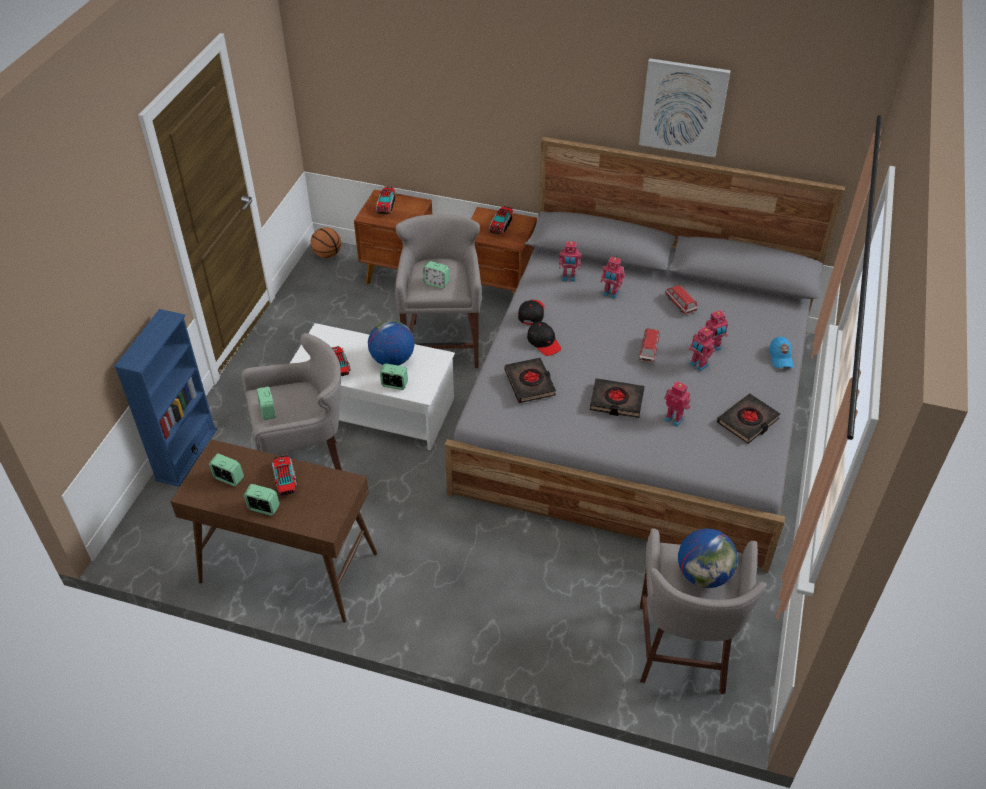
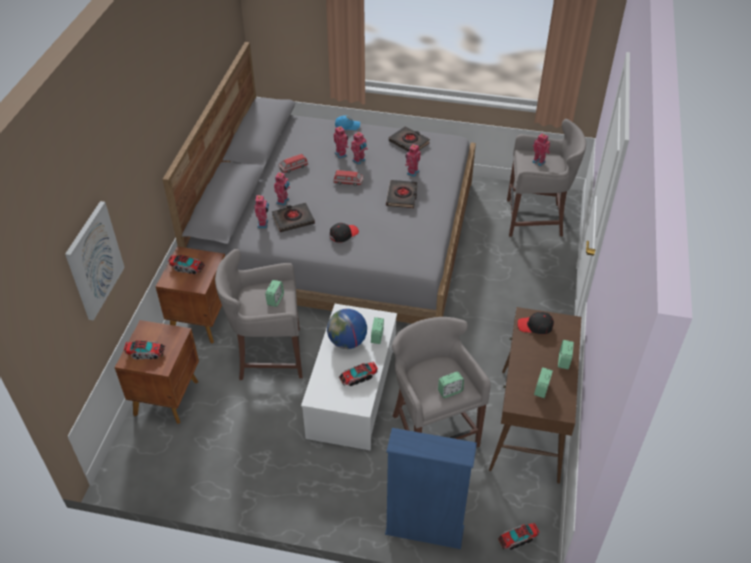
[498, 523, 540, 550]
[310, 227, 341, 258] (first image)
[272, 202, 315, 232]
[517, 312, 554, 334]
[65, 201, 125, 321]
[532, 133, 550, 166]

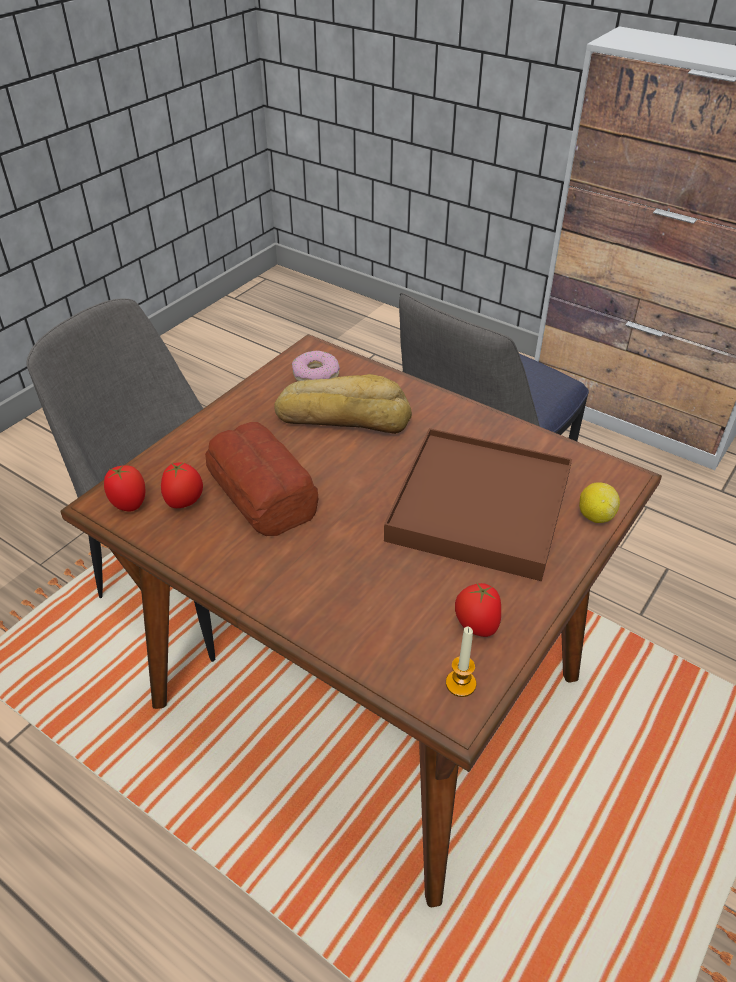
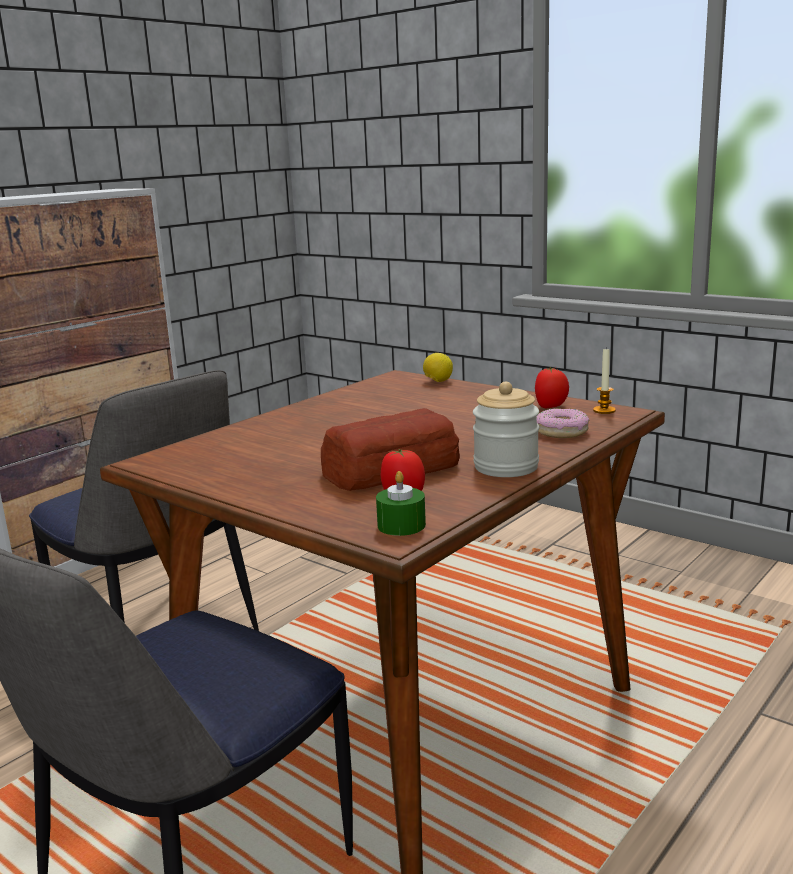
[376, 471, 426, 536]
[274, 374, 412, 434] (first image)
[536, 408, 589, 438]
[384, 428, 572, 581] (first image)
[473, 382, 539, 477]

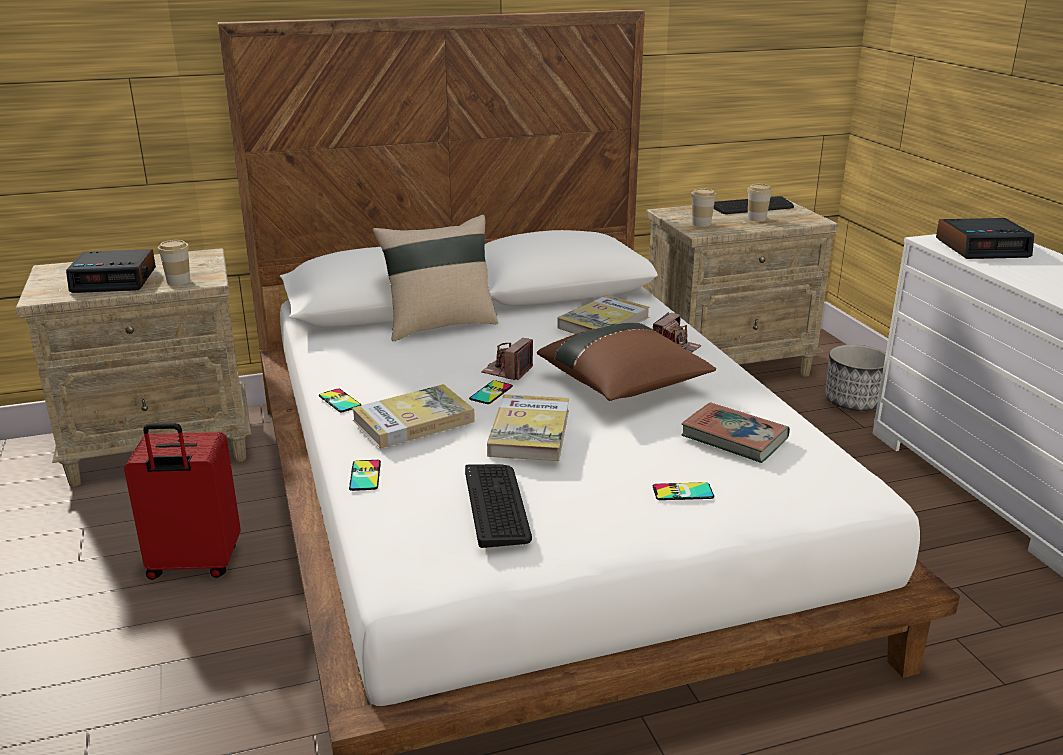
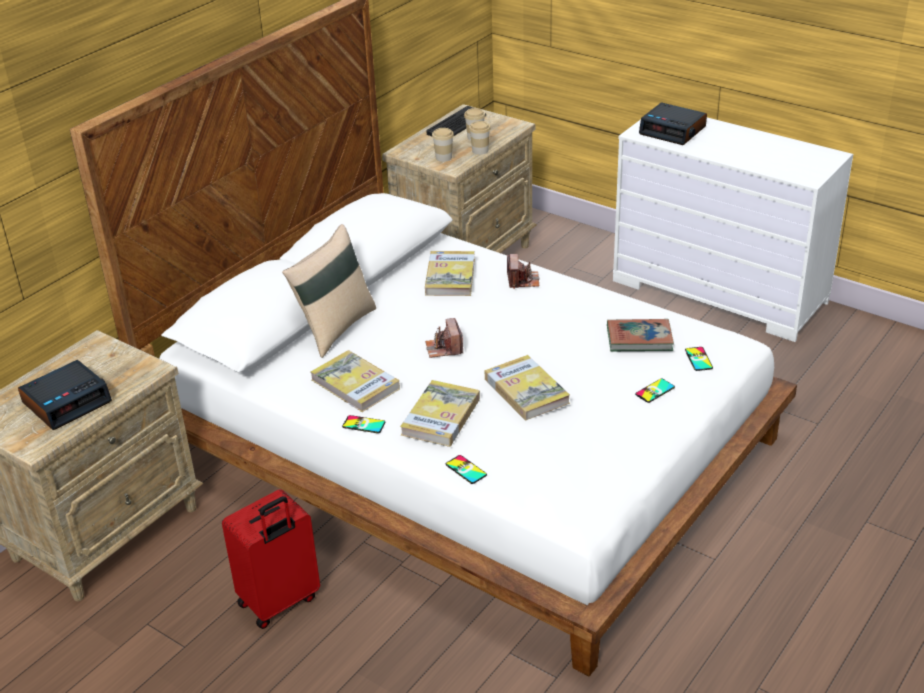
[469, 121, 491, 155]
[465, 464, 532, 548] (first image)
[685, 347, 713, 371]
[537, 322, 716, 401] (first image)
[825, 345, 886, 411] (first image)
[639, 103, 707, 145]
[311, 350, 400, 412]

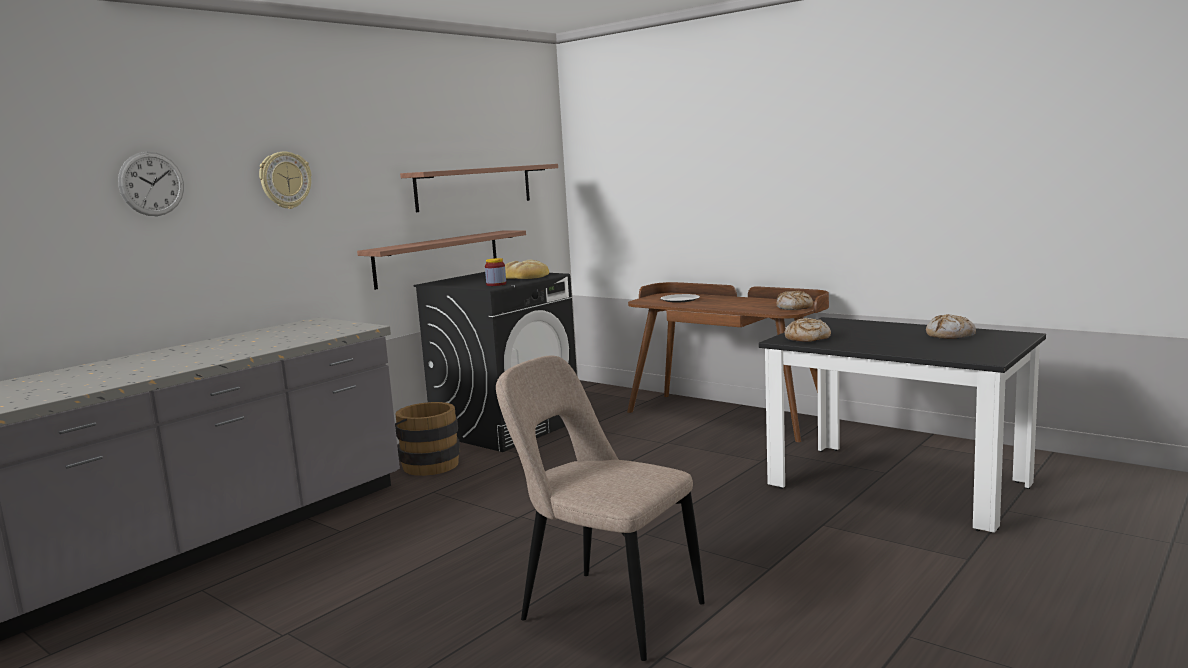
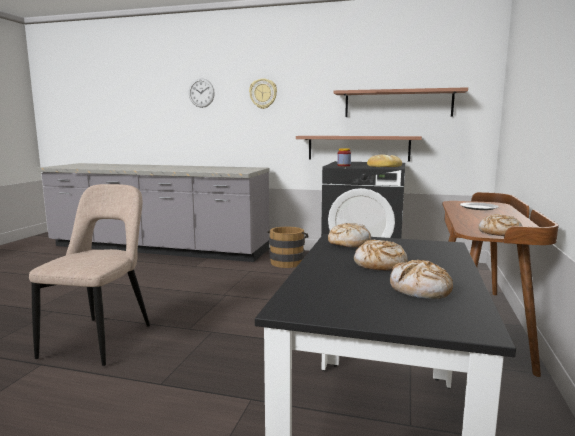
[354, 240, 408, 271]

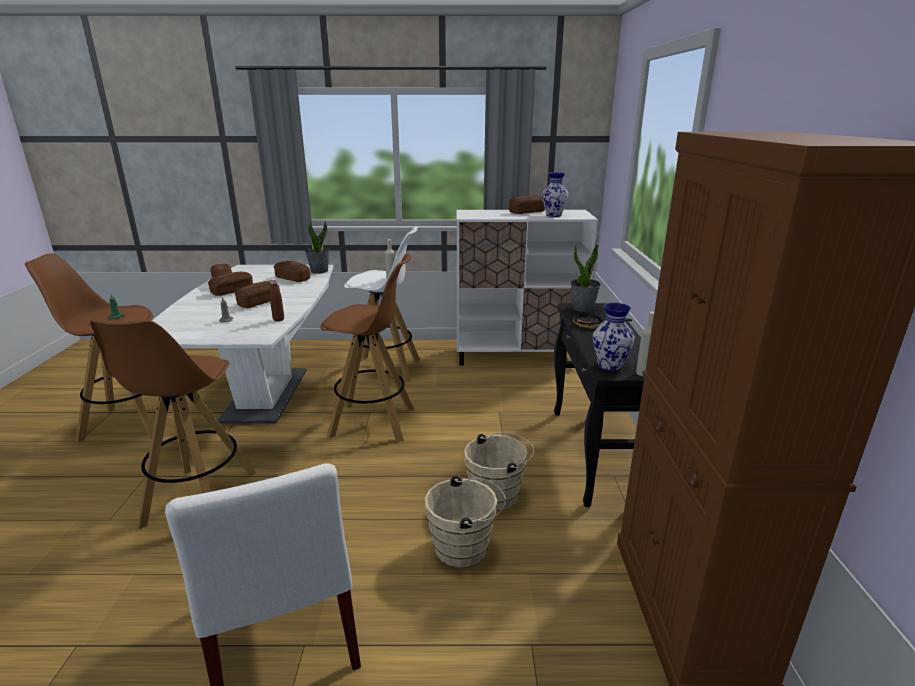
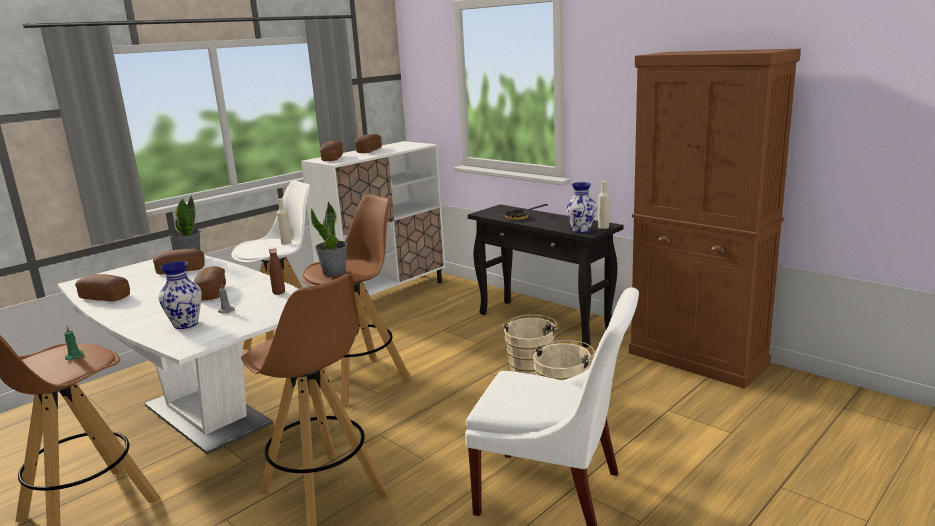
[320, 141, 343, 161]
[158, 261, 202, 329]
[311, 201, 347, 277]

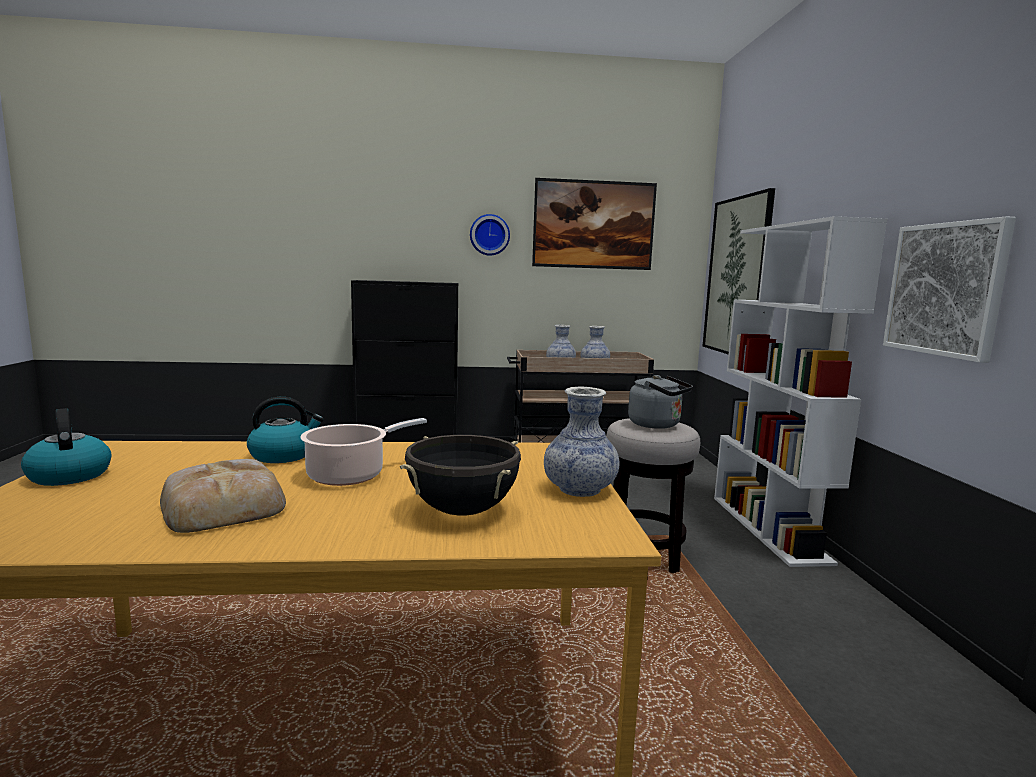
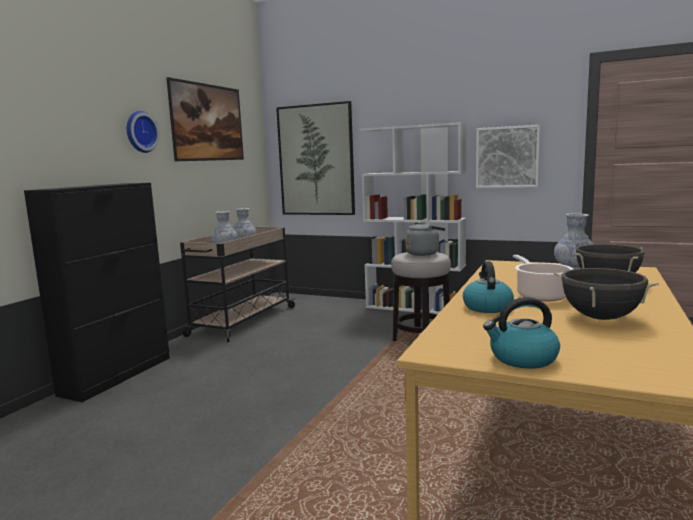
[554, 268, 659, 320]

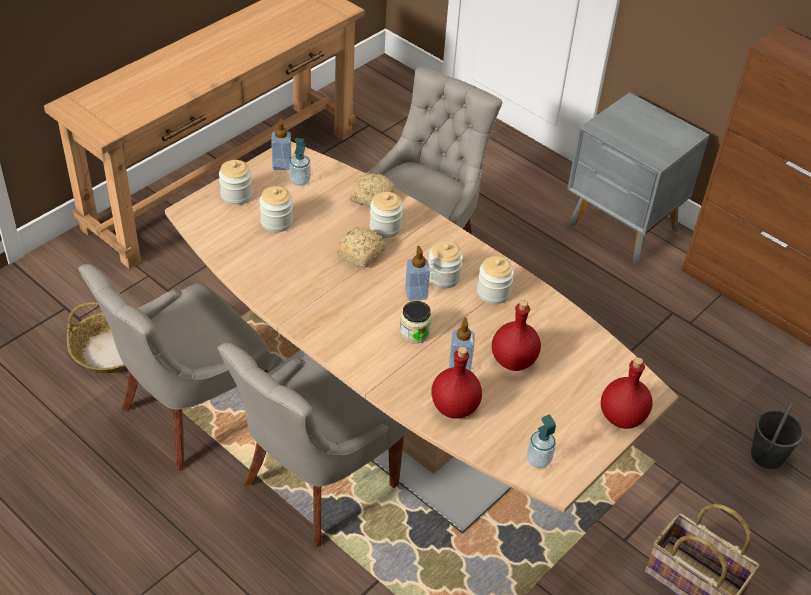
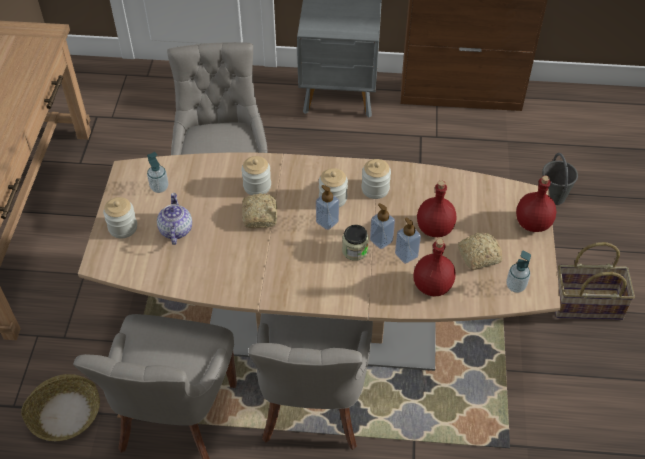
[157, 193, 192, 245]
[370, 203, 395, 249]
[458, 233, 502, 270]

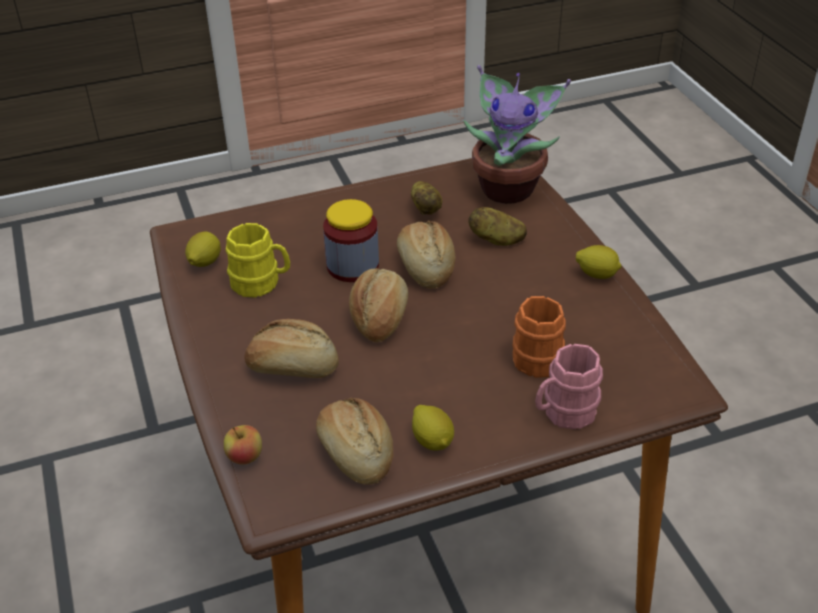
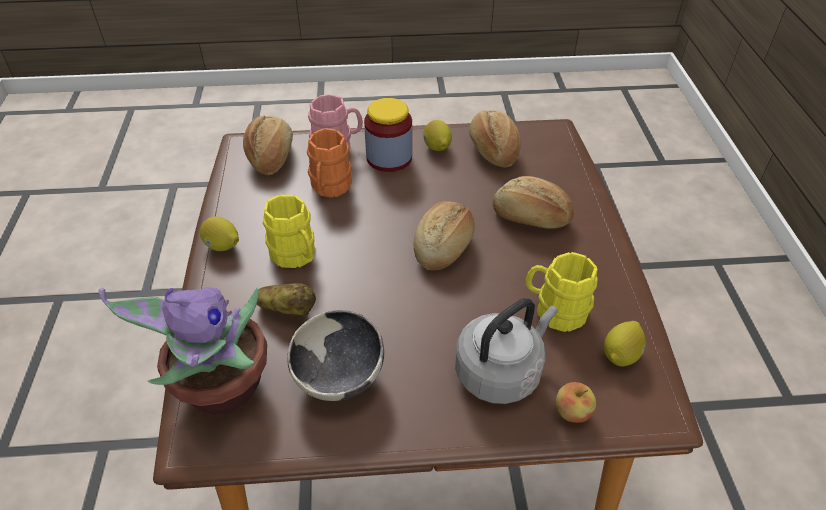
[556, 382, 596, 423]
[364, 98, 412, 172]
[243, 116, 293, 175]
[287, 310, 384, 401]
[263, 195, 315, 268]
[455, 298, 558, 404]

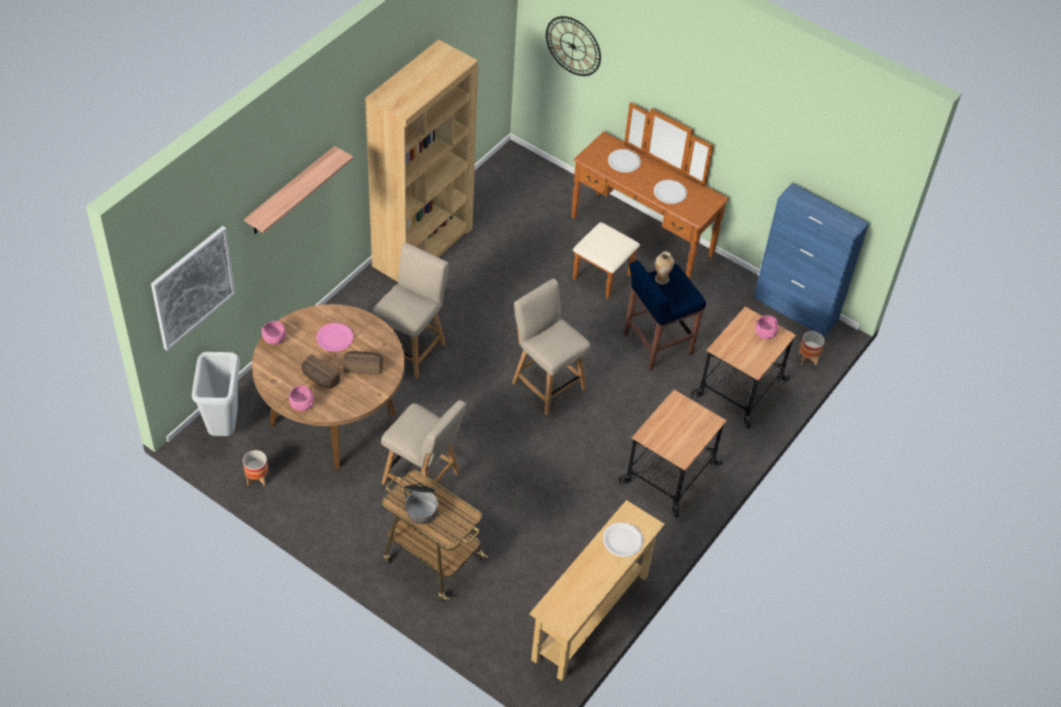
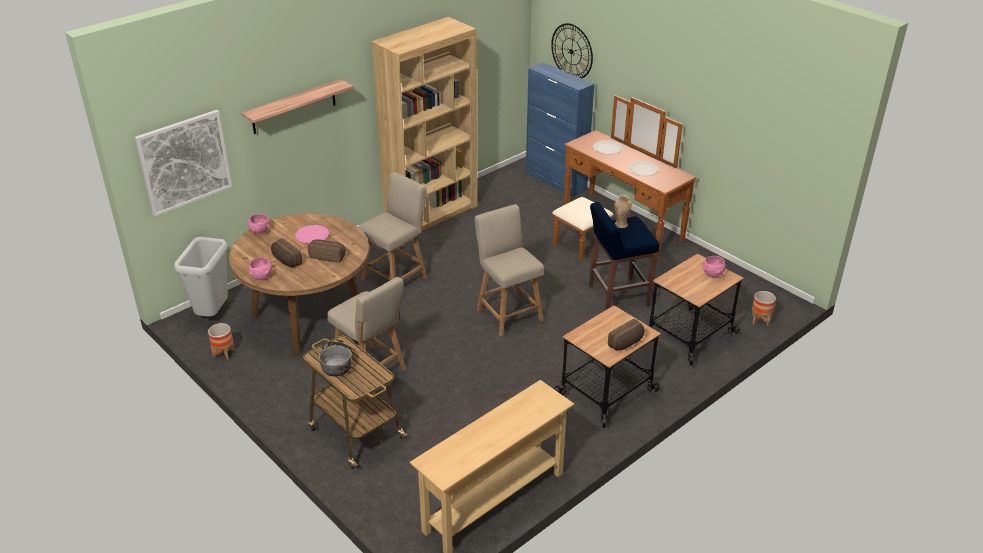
[603, 522, 643, 557] (first image)
[526, 62, 594, 197]
[608, 319, 644, 351]

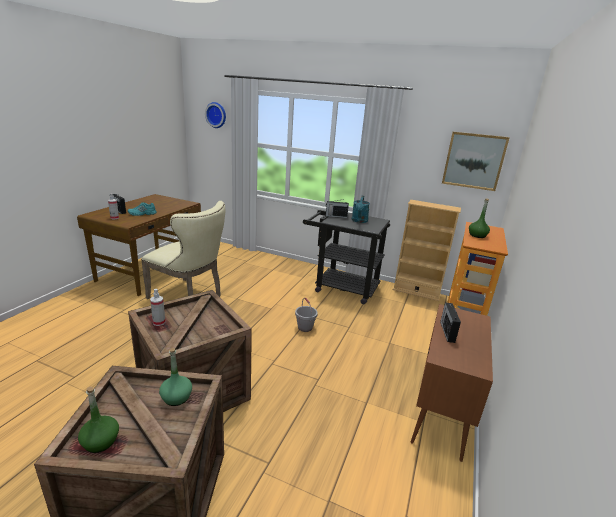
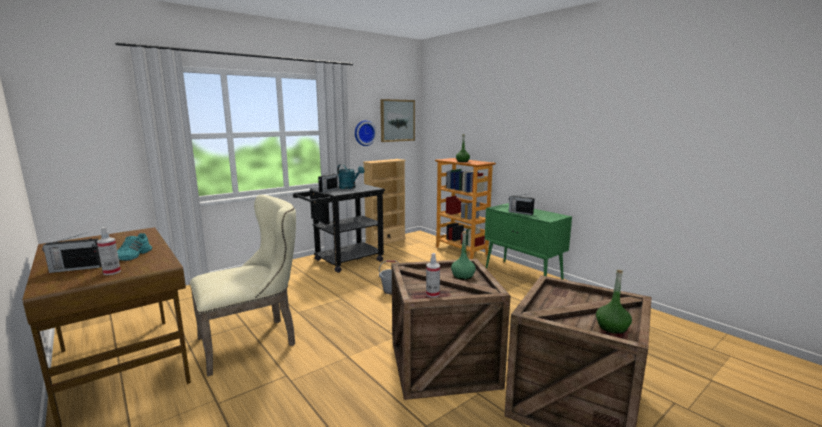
[451, 231, 476, 280]
[355, 120, 377, 146]
[485, 203, 572, 280]

